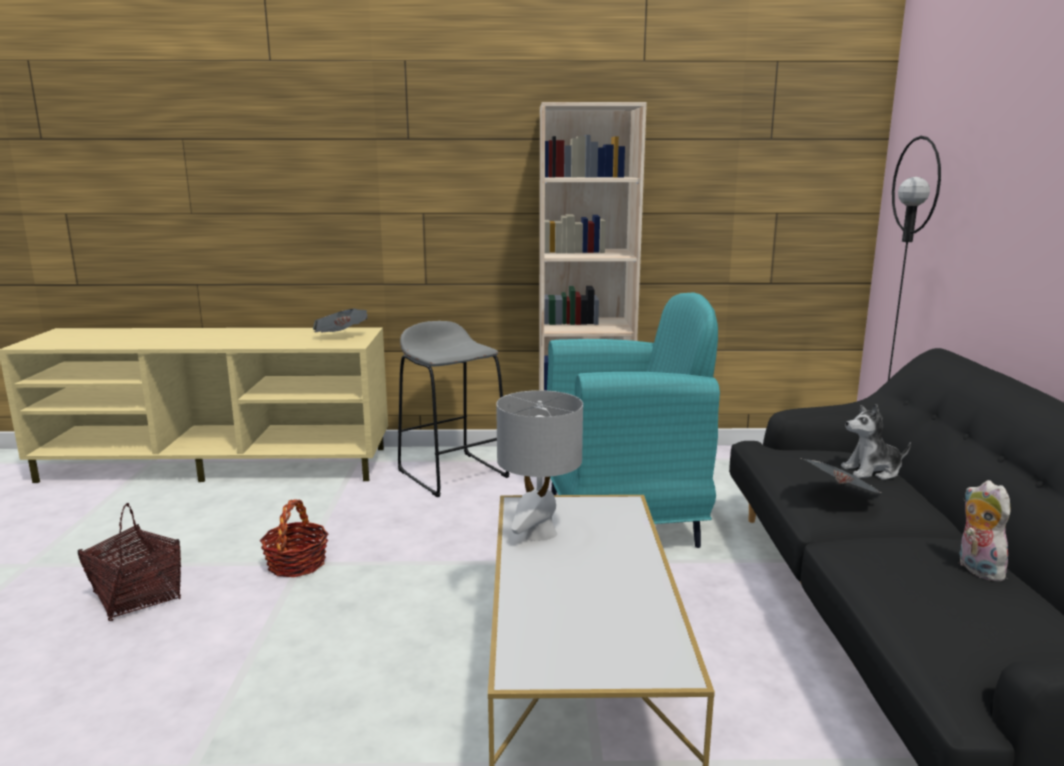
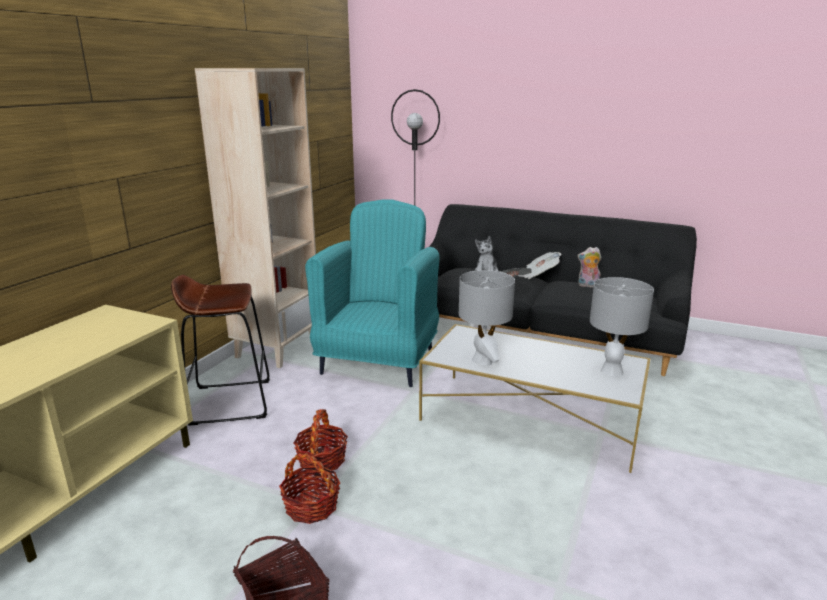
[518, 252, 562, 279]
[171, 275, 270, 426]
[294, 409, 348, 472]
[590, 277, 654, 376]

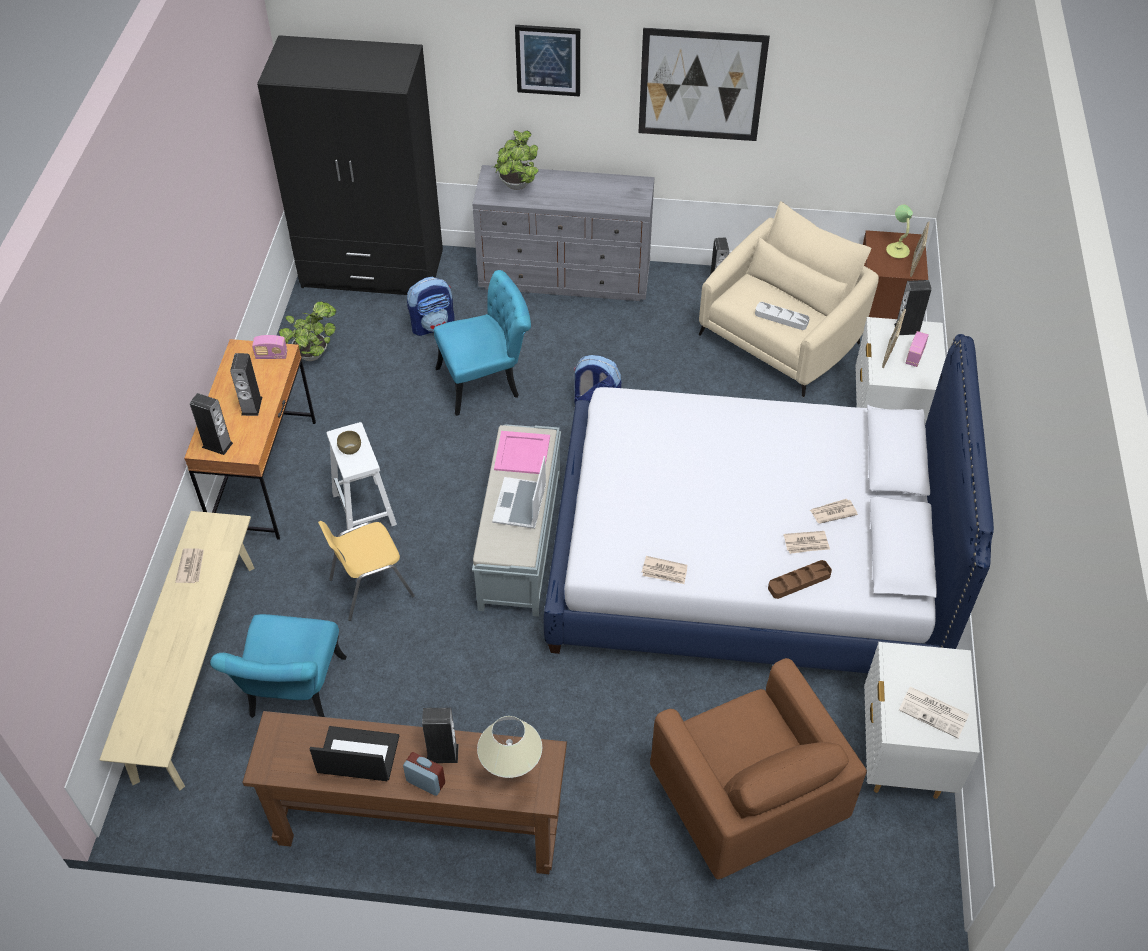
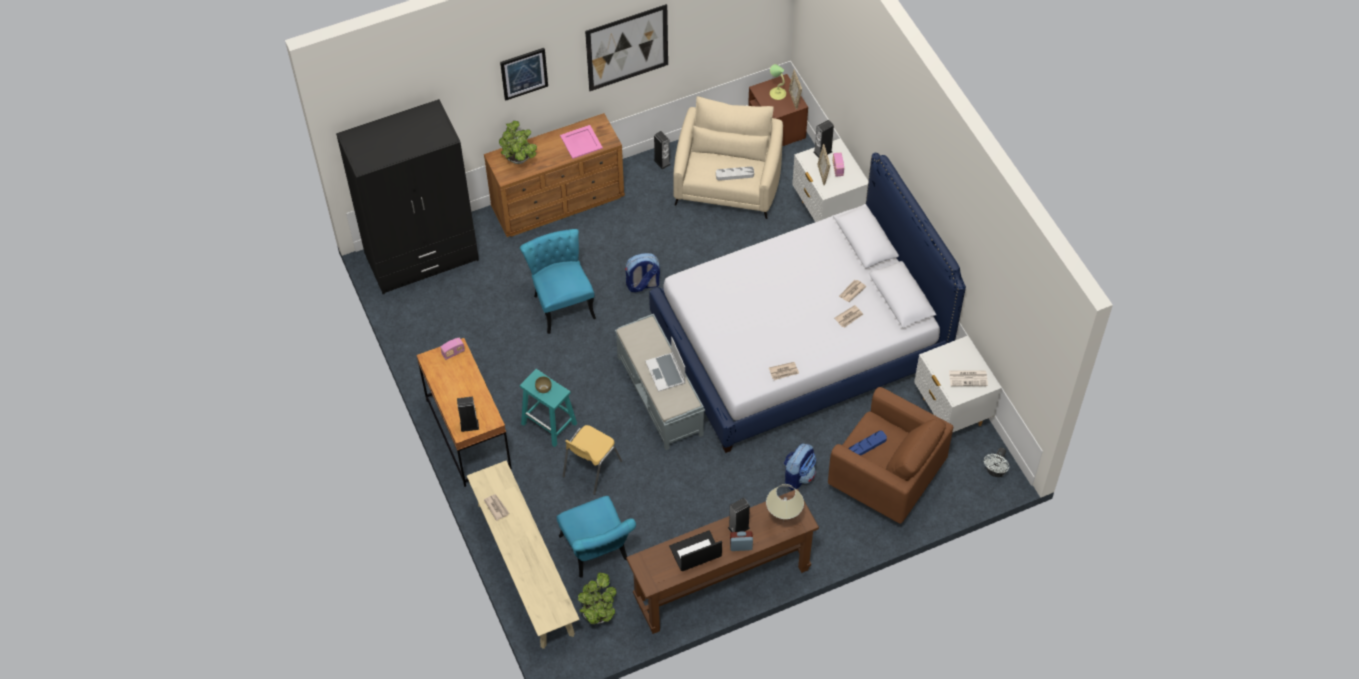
[230, 353, 262, 416] (first image)
[578, 572, 617, 624]
[520, 369, 577, 447]
[784, 443, 816, 490]
[520, 229, 596, 334]
[484, 113, 625, 237]
[560, 125, 603, 159]
[768, 560, 832, 599] (first image)
[848, 430, 887, 456]
[984, 448, 1009, 477]

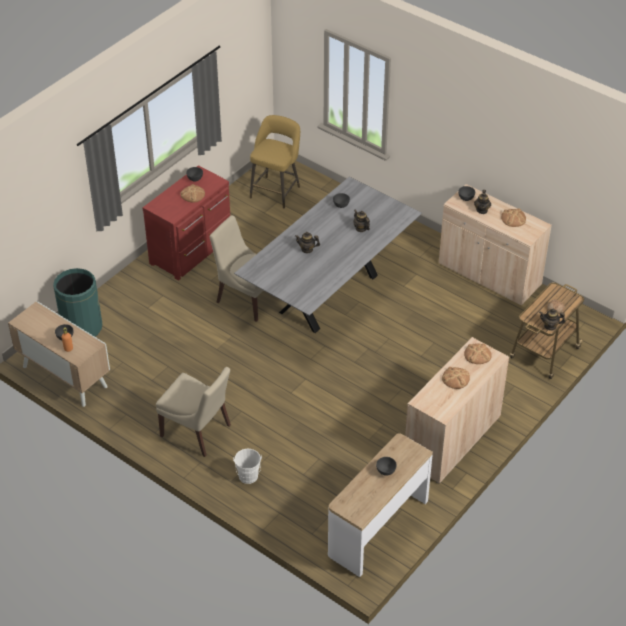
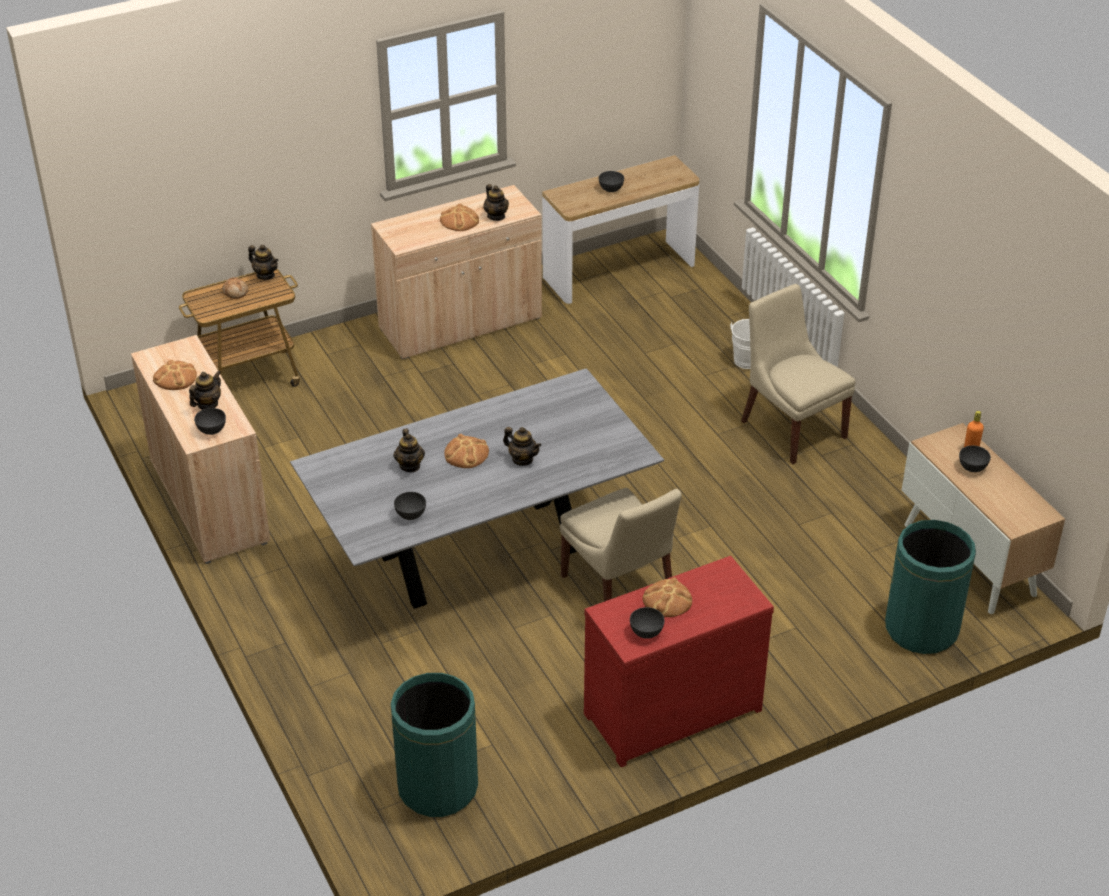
[391, 673, 478, 817]
[444, 434, 489, 468]
[483, 184, 509, 221]

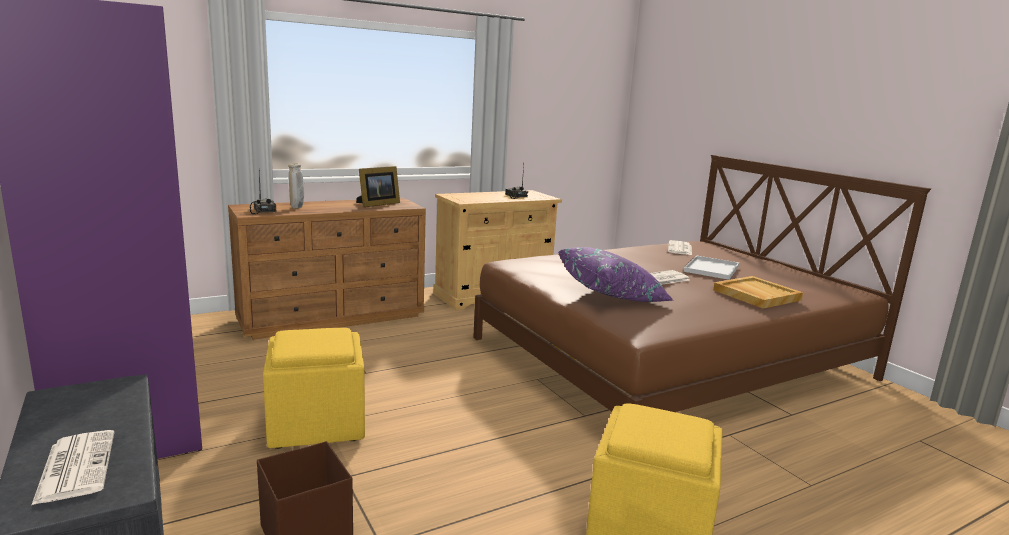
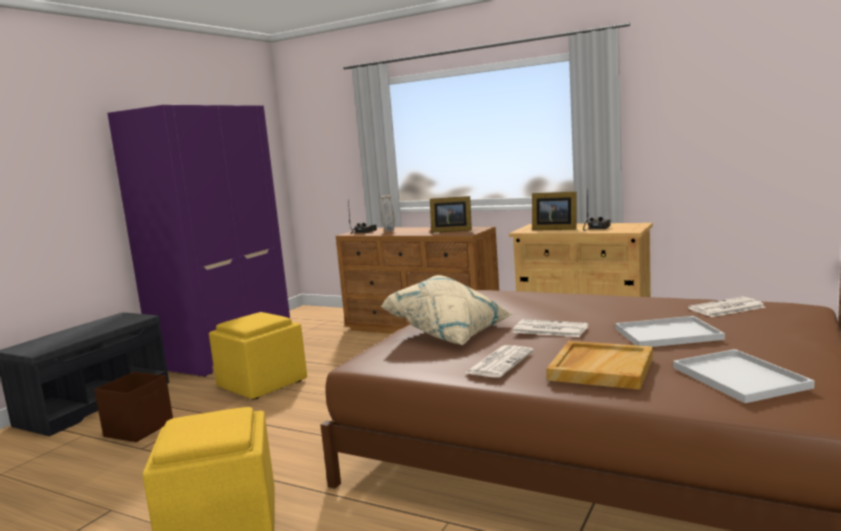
[466, 345, 534, 378]
[381, 275, 512, 345]
[532, 192, 577, 230]
[673, 349, 814, 403]

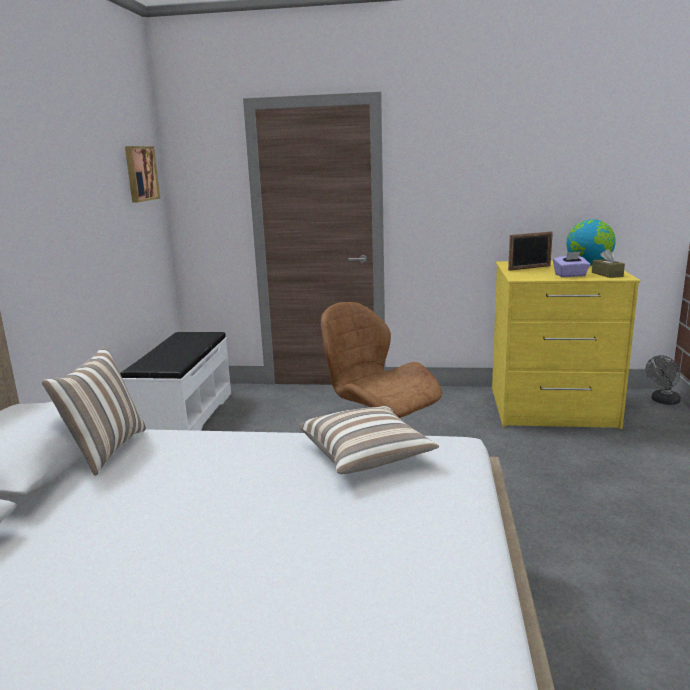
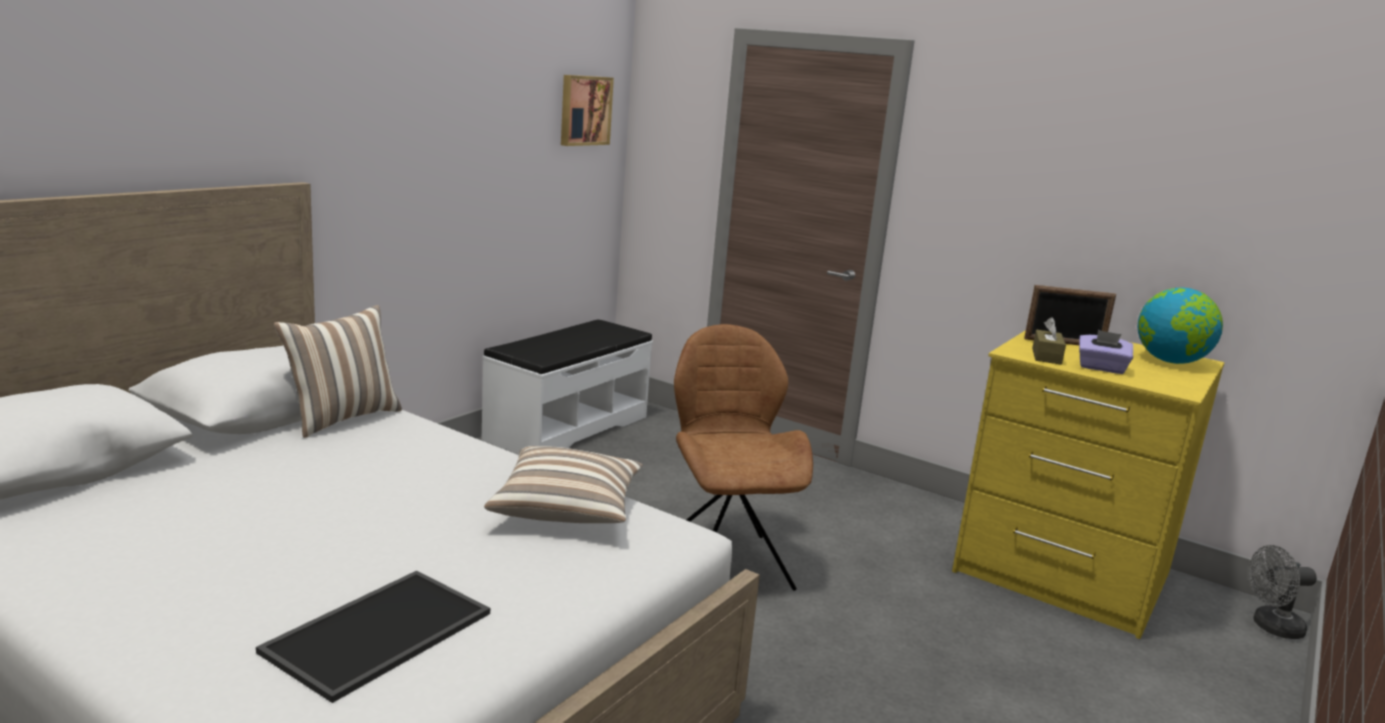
[1032, 317, 1066, 365]
[256, 571, 490, 703]

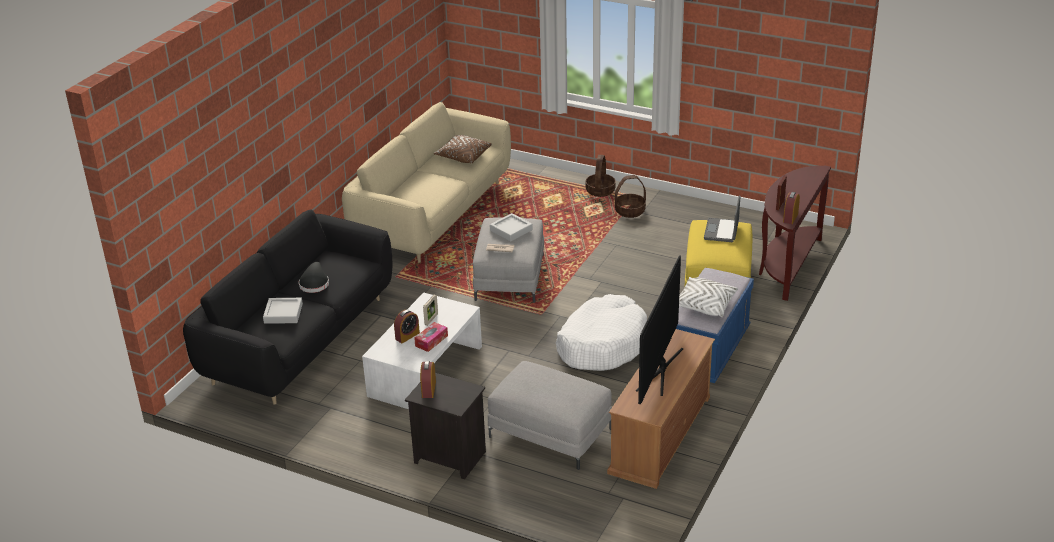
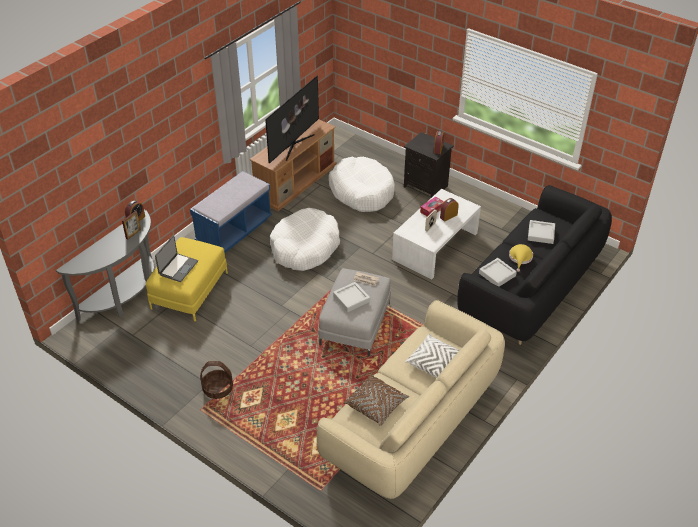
[509, 244, 533, 272]
[329, 157, 395, 212]
[585, 155, 616, 197] (first image)
[405, 334, 460, 378]
[56, 210, 154, 321]
[479, 258, 517, 287]

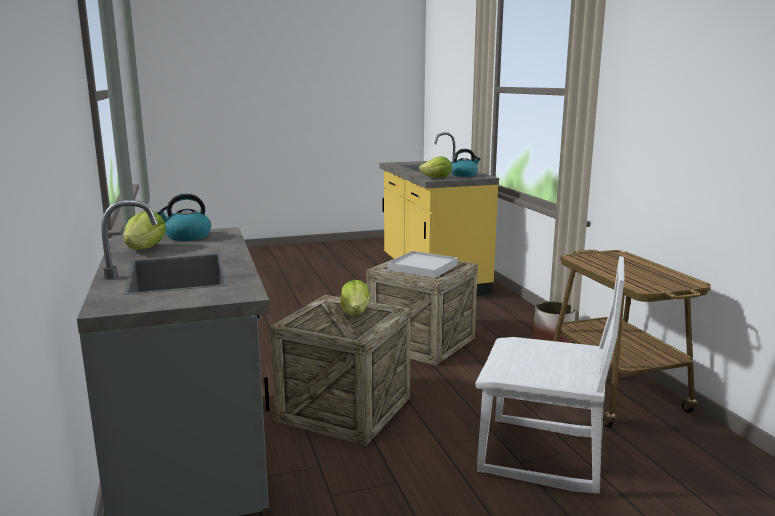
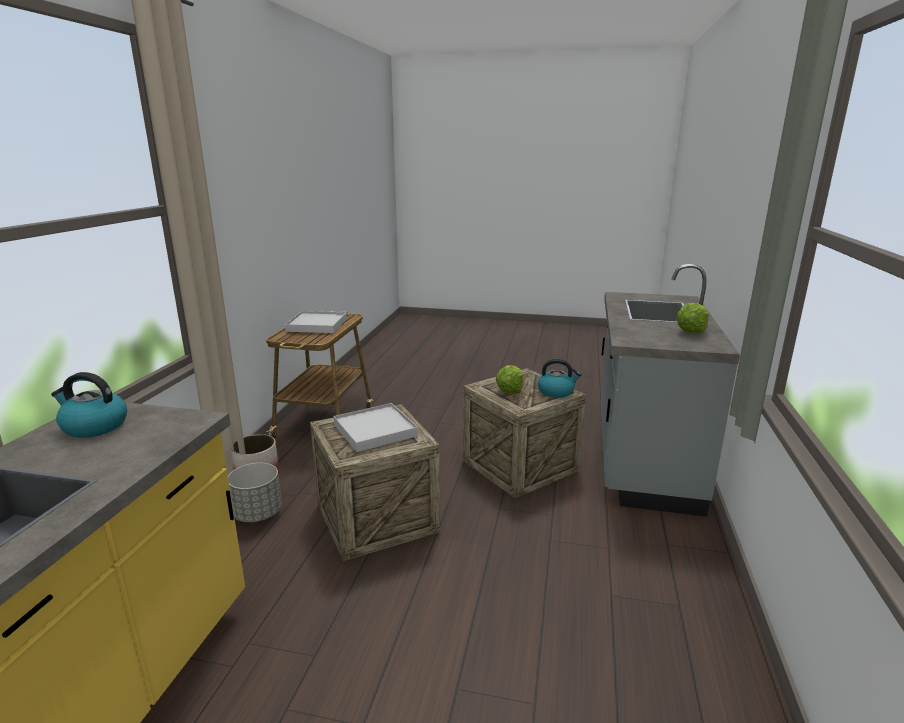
[538, 359, 582, 398]
[418, 156, 452, 178] (first image)
[475, 256, 625, 493] (first image)
[228, 463, 282, 522]
[285, 311, 347, 333]

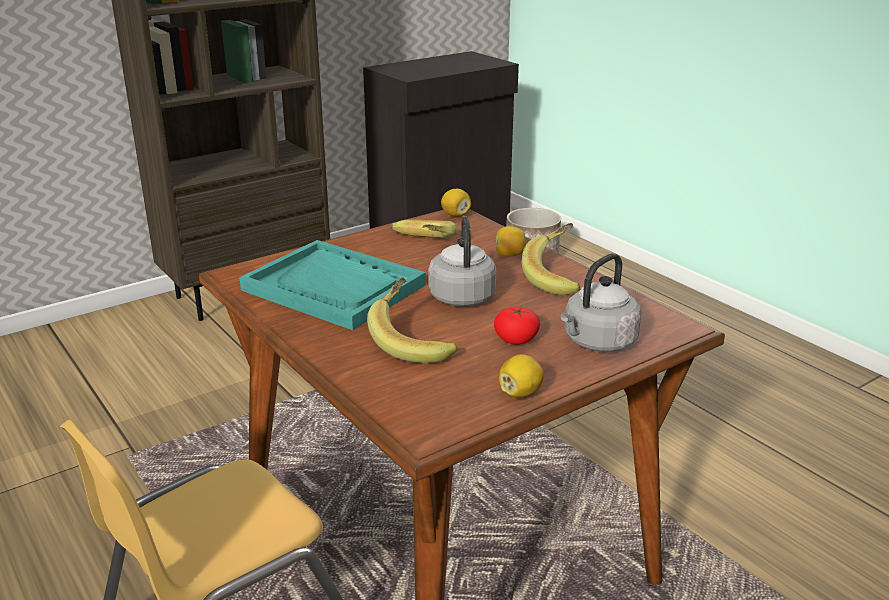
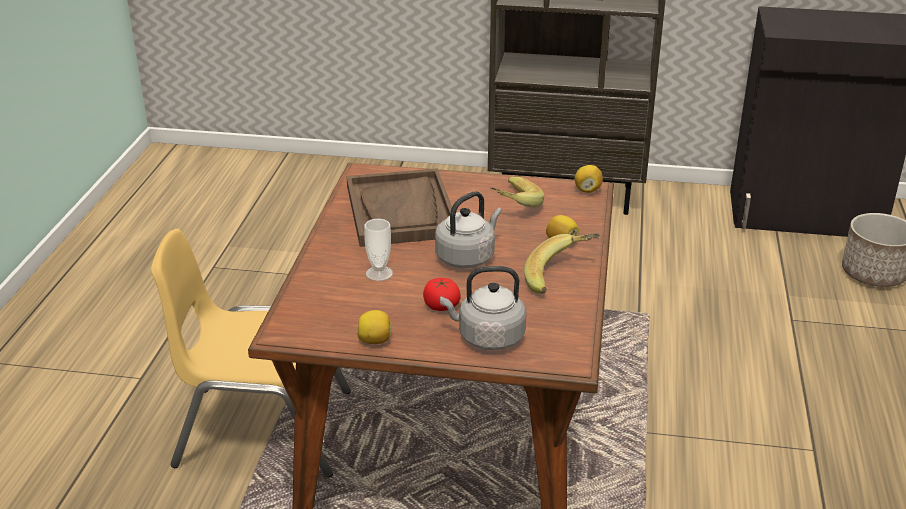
[346, 168, 452, 247]
[364, 219, 393, 281]

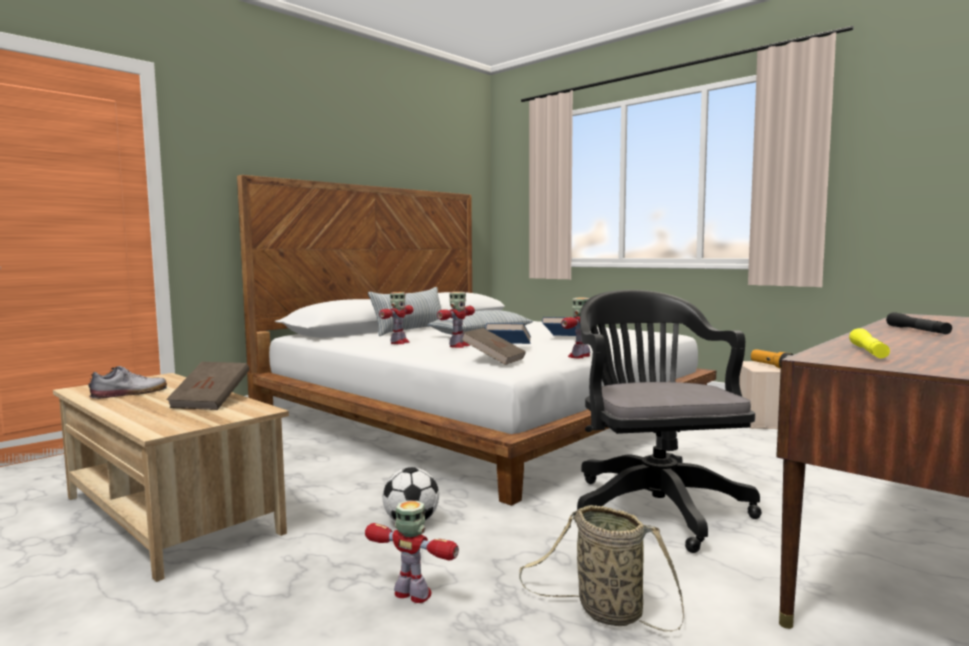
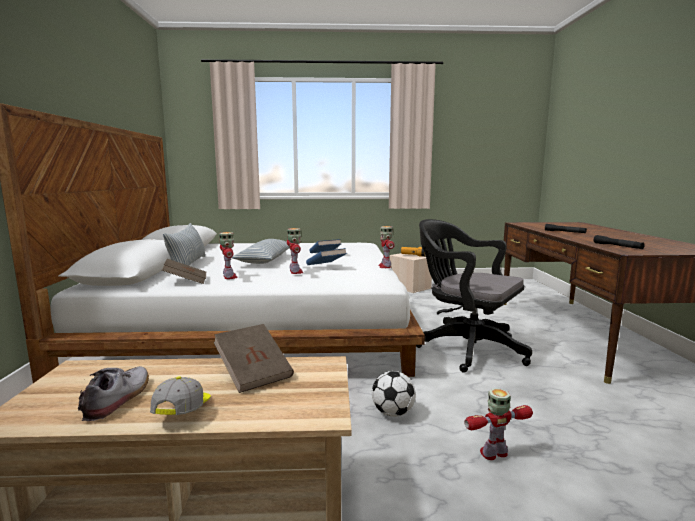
[162, 259, 206, 284]
[519, 505, 684, 632] (first image)
[594, 235, 645, 249]
[150, 376, 211, 415]

